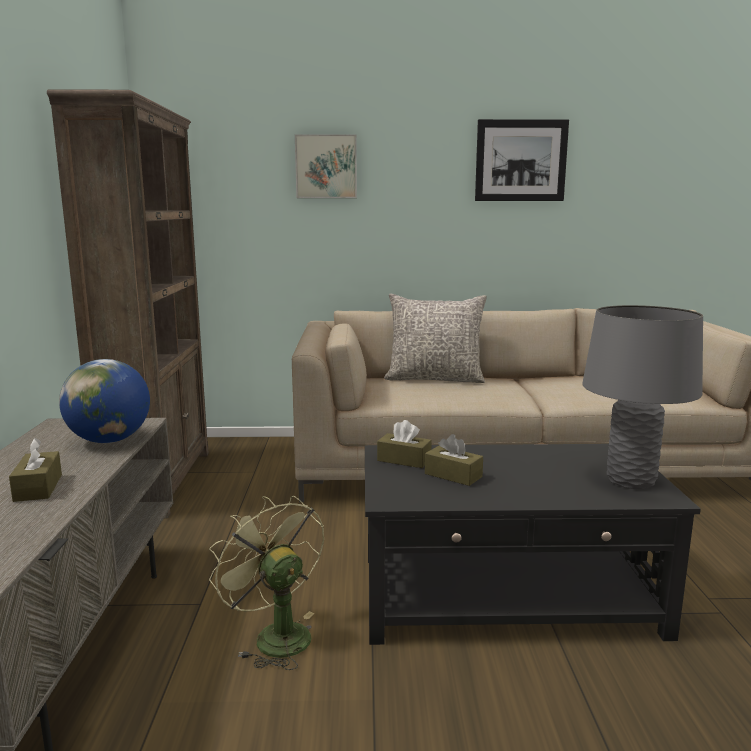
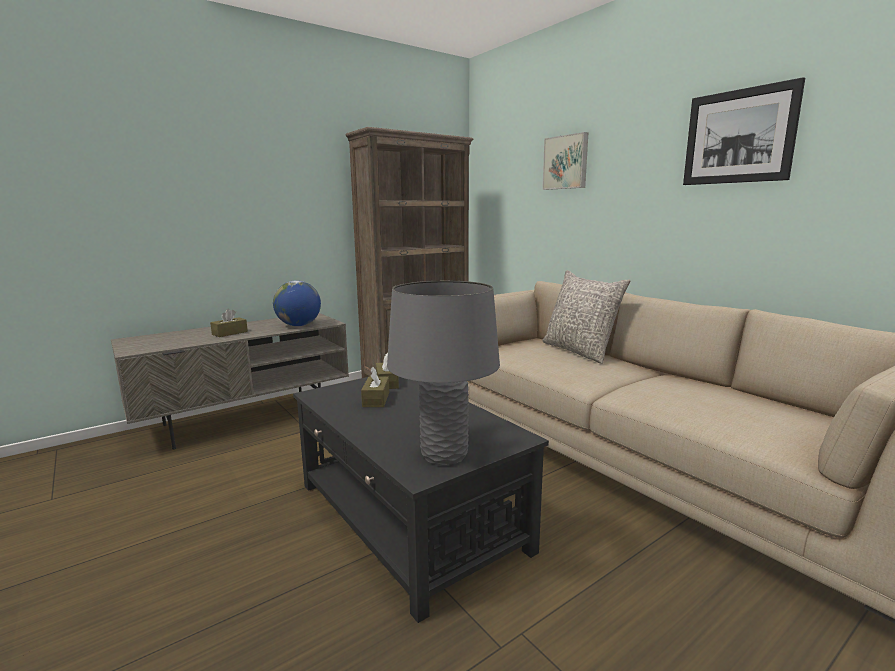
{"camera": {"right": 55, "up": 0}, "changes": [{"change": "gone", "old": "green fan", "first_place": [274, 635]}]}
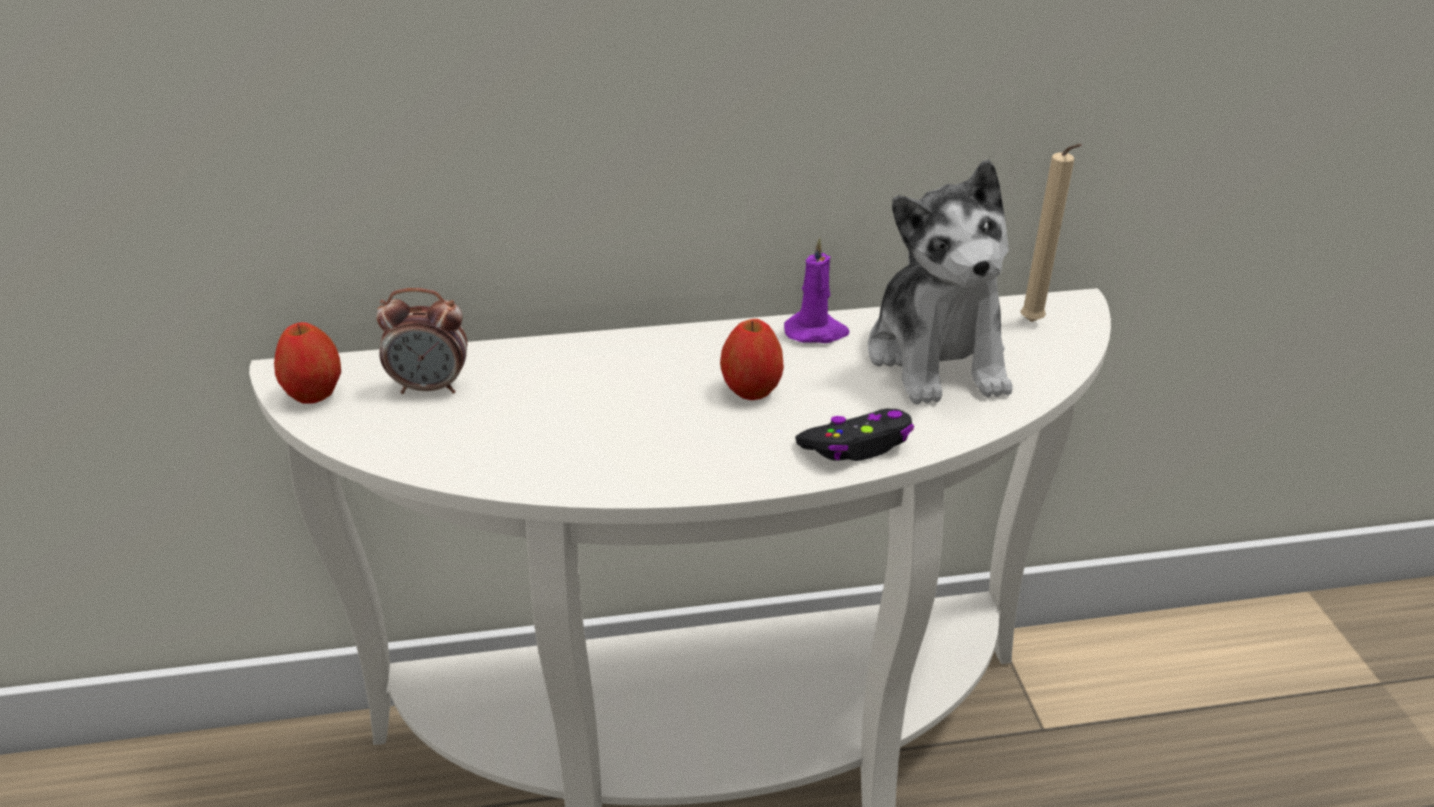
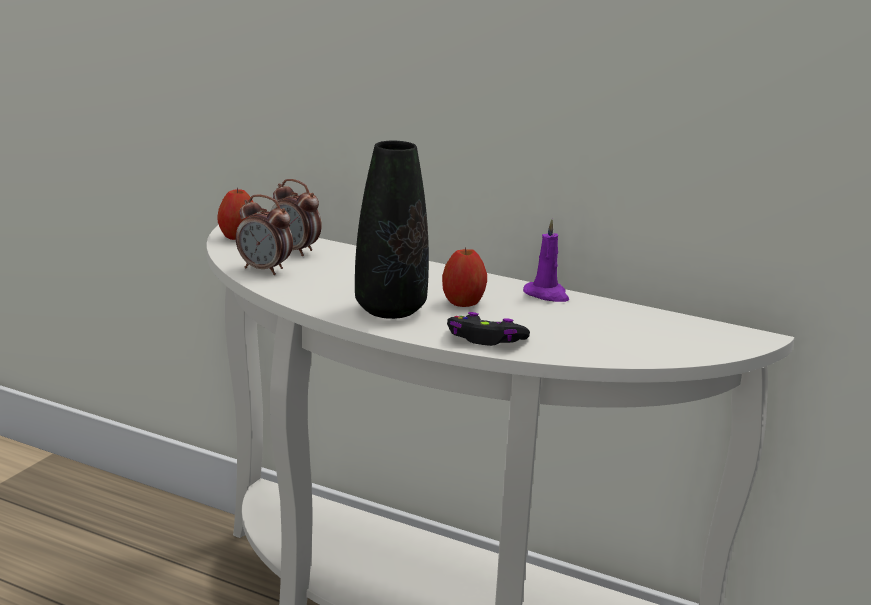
{"camera": {"right": 35, "up": -15}, "changes": [{"change": "gone", "old": "beige candle", "first_place": [1033, 324]}, {"change": "gone", "old": "plush toy", "first_place": [938, 357]}, {"change": "new", "new": "black vase", "second_place": [390, 309]}, {"change": "new", "new": "alarm clock", "second_place": [265, 270]}]}
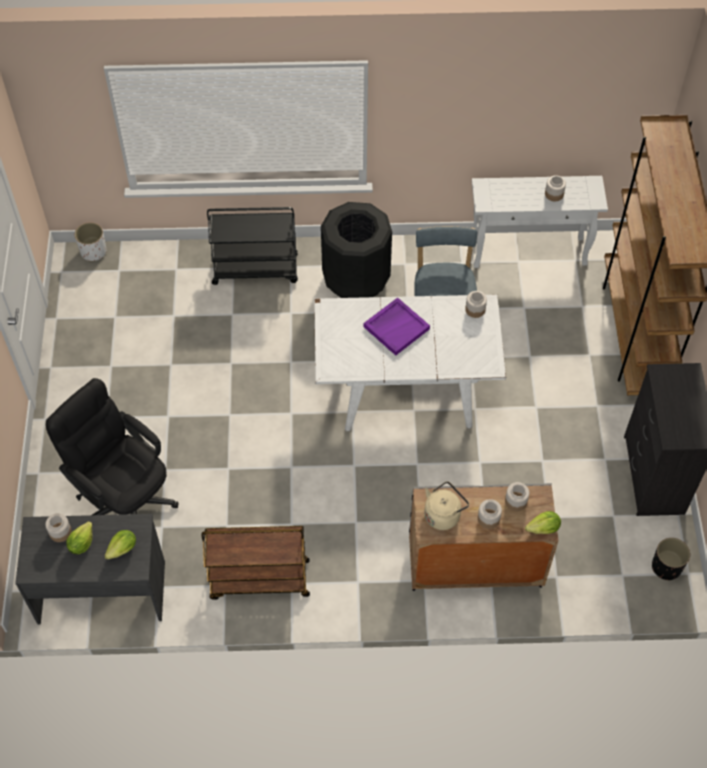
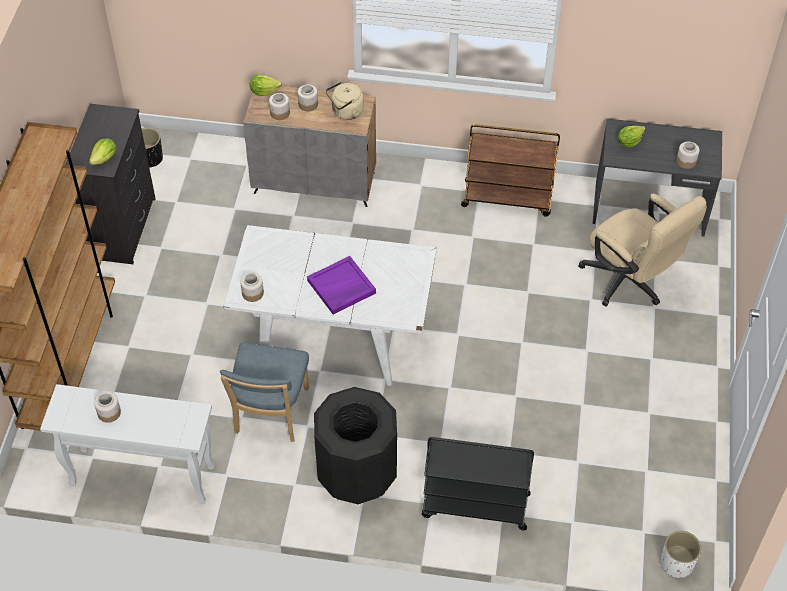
{"camera": {"right": -170, "up": -5}, "changes": [{"change": "repainted", "old": "black office chair", "new": "beige office chair", "first_place": [124, 495], "second_place": [630, 282]}, {"change": "shifted", "old": "lettuce", "first_place": [81, 543], "second_place": [105, 158]}]}
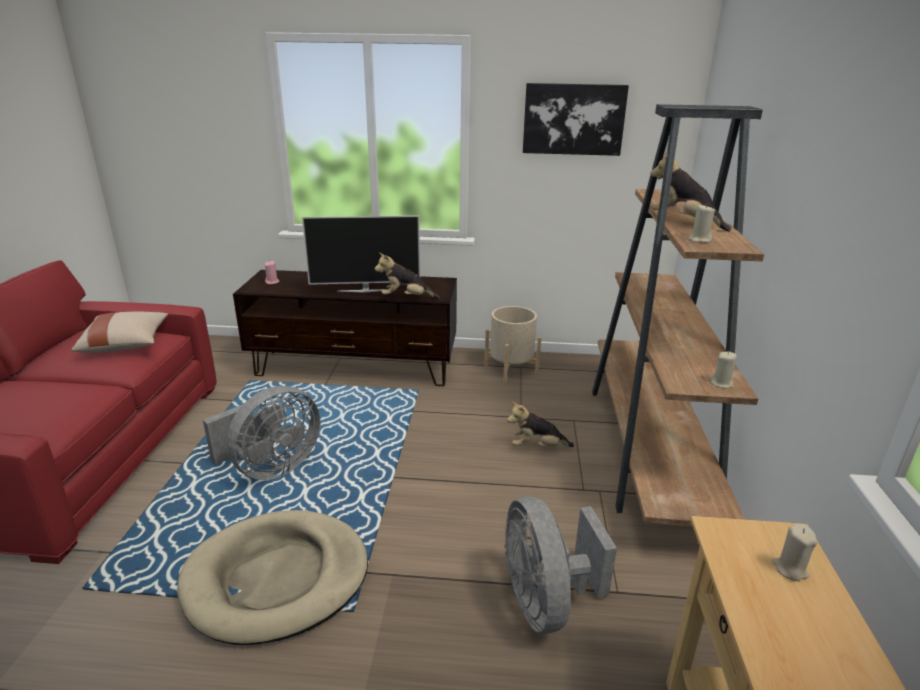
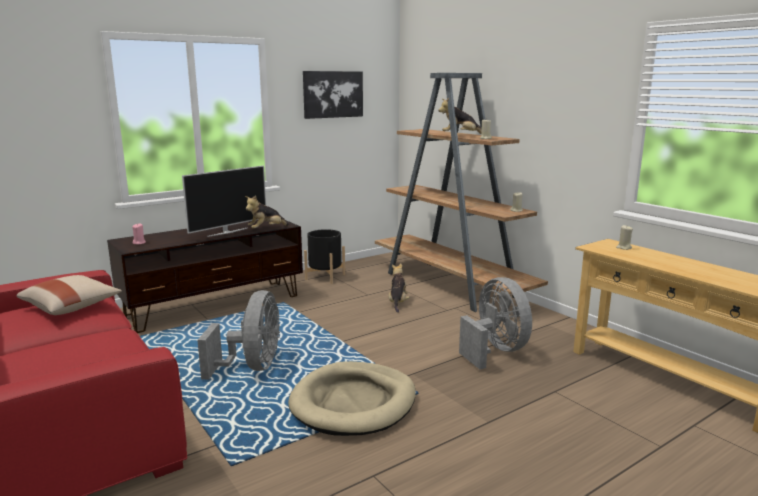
{"camera": {"right": -40, "up": -10}, "changes": [{"change": "repainted", "old": "beige planter", "new": "black planter", "first_place": [511, 369], "second_place": [325, 277]}, {"change": "rotated", "old": "plush toy", "first_place": [537, 446], "second_place": [397, 303], "degrees": 135}, {"change": "rotated", "old": "grey fan", "first_place": [545, 601], "second_place": [495, 351], "degrees": -150}]}
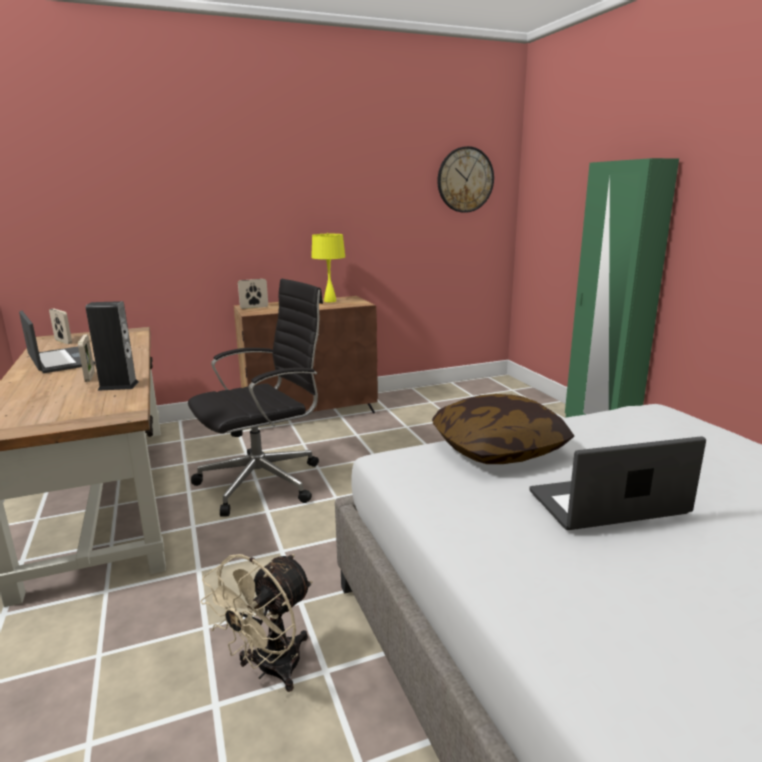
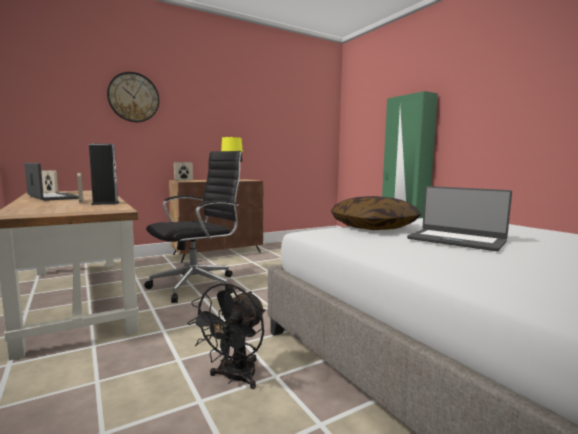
{"camera": {"right": -10, "up": -10}, "changes": [{"change": "shifted", "old": "wall clock", "first_place": [465, 180], "second_place": [133, 97]}, {"change": "rotated", "old": "laptop", "first_place": [608, 504], "second_place": [456, 240], "degrees": -120}, {"change": "repainted", "old": "beige fan", "new": "black fan", "first_place": [269, 670], "second_place": [234, 378]}]}
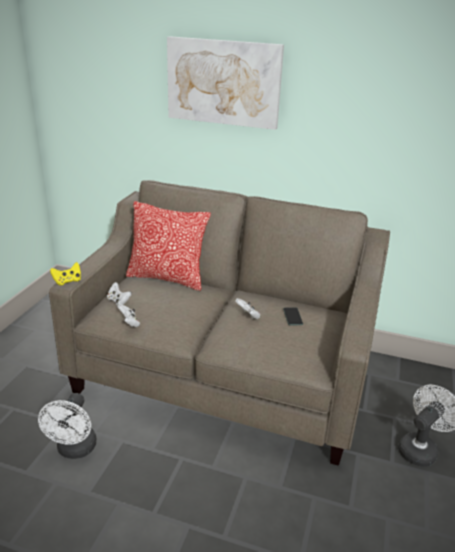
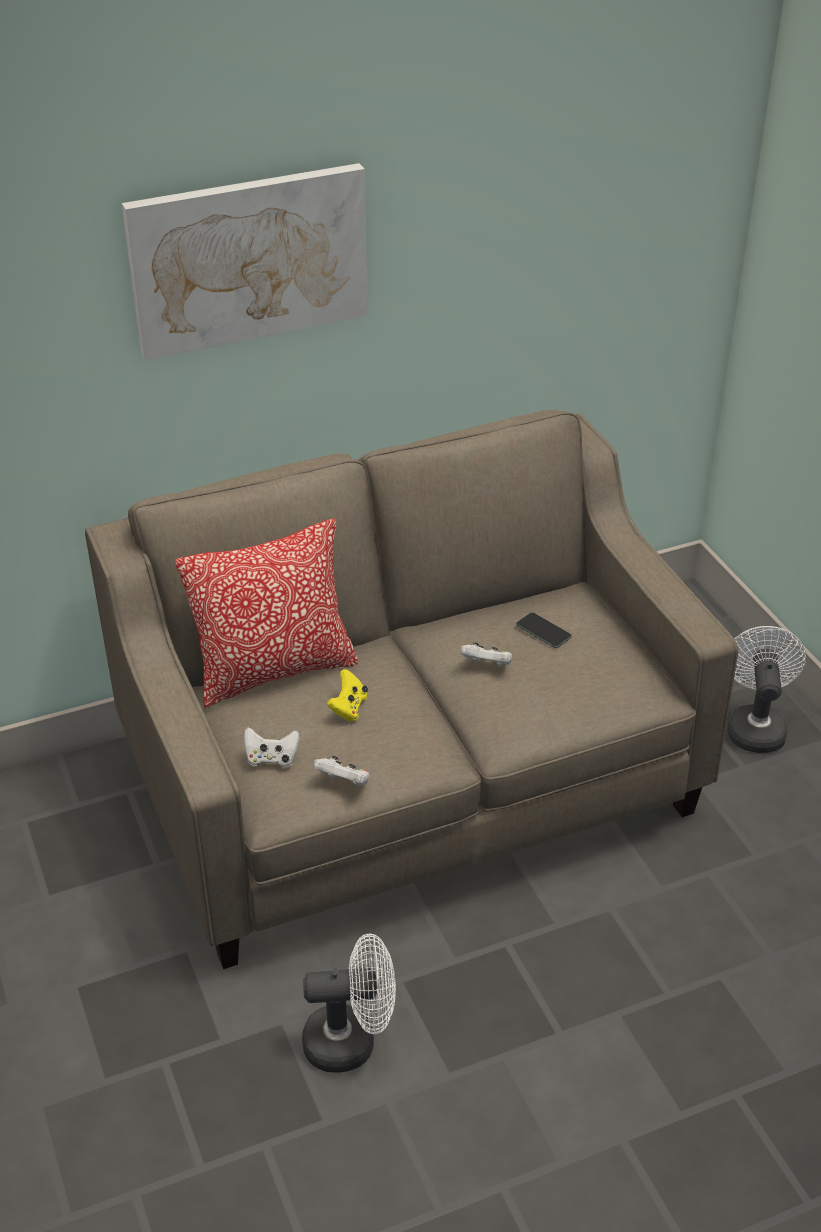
{"camera": {"right": -40, "up": 10}, "changes": [{"change": "shifted", "old": "yellow game controller", "first_place": [67, 281], "second_place": [348, 708]}, {"change": "rotated", "old": "white fan", "first_place": [75, 450], "second_place": [351, 1041], "degrees": -60}]}
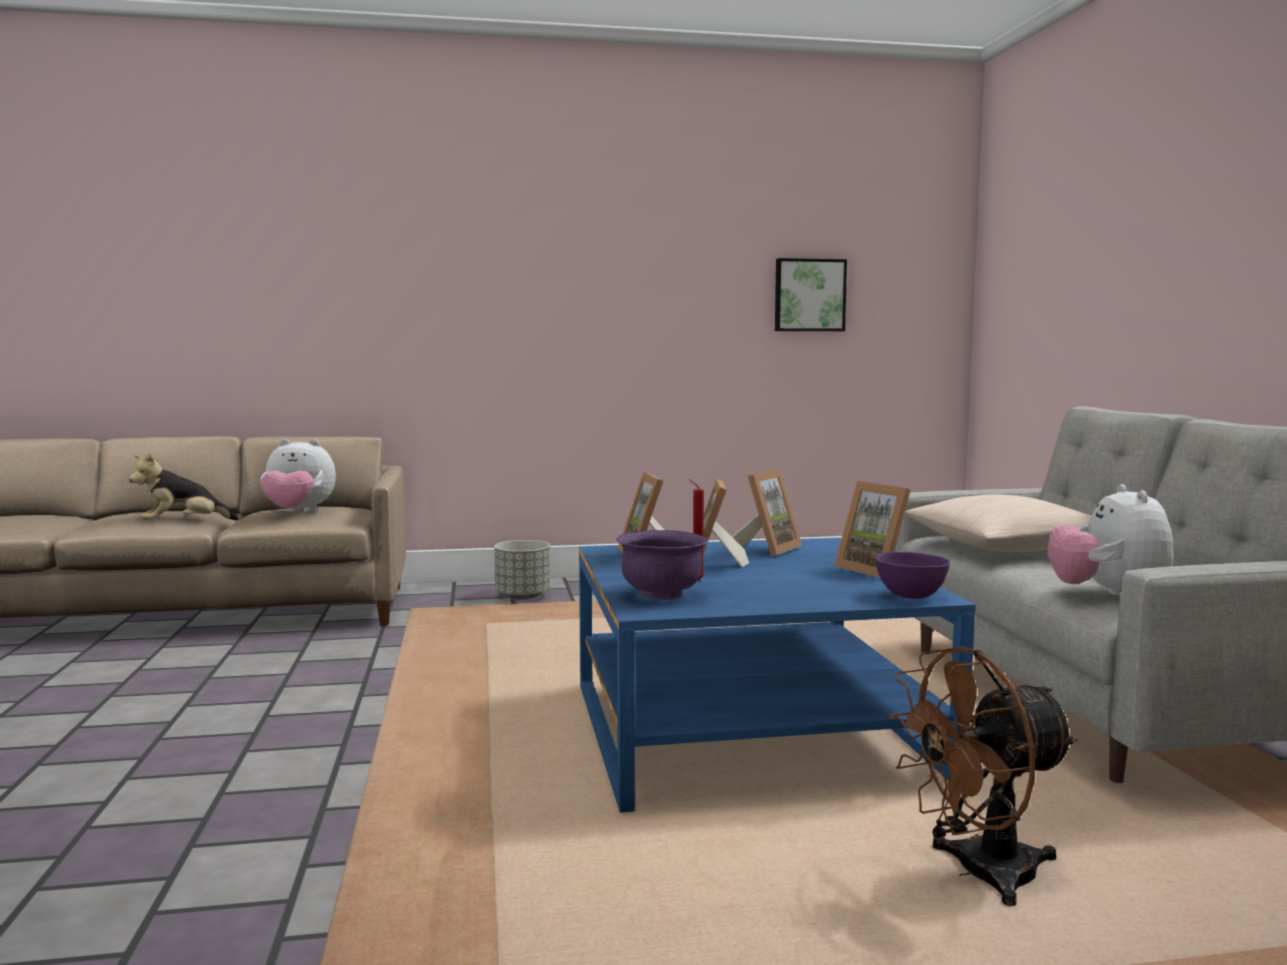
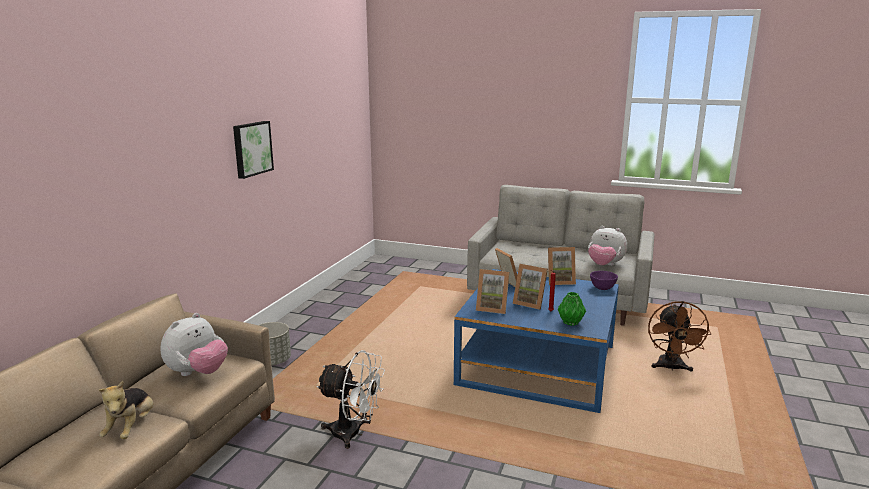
{"camera": {"right": -60, "up": 10}, "changes": [{"change": "shifted", "old": "picture", "first_place": [809, 295], "second_place": [251, 148]}, {"change": "gone", "old": "beige pillow", "first_place": [1008, 548]}, {"change": "swapped", "old": "purple bowl", "new": "green vase", "first_place": [662, 594], "second_place": [570, 323]}, {"change": "new", "new": "white fan", "second_place": [353, 434]}]}
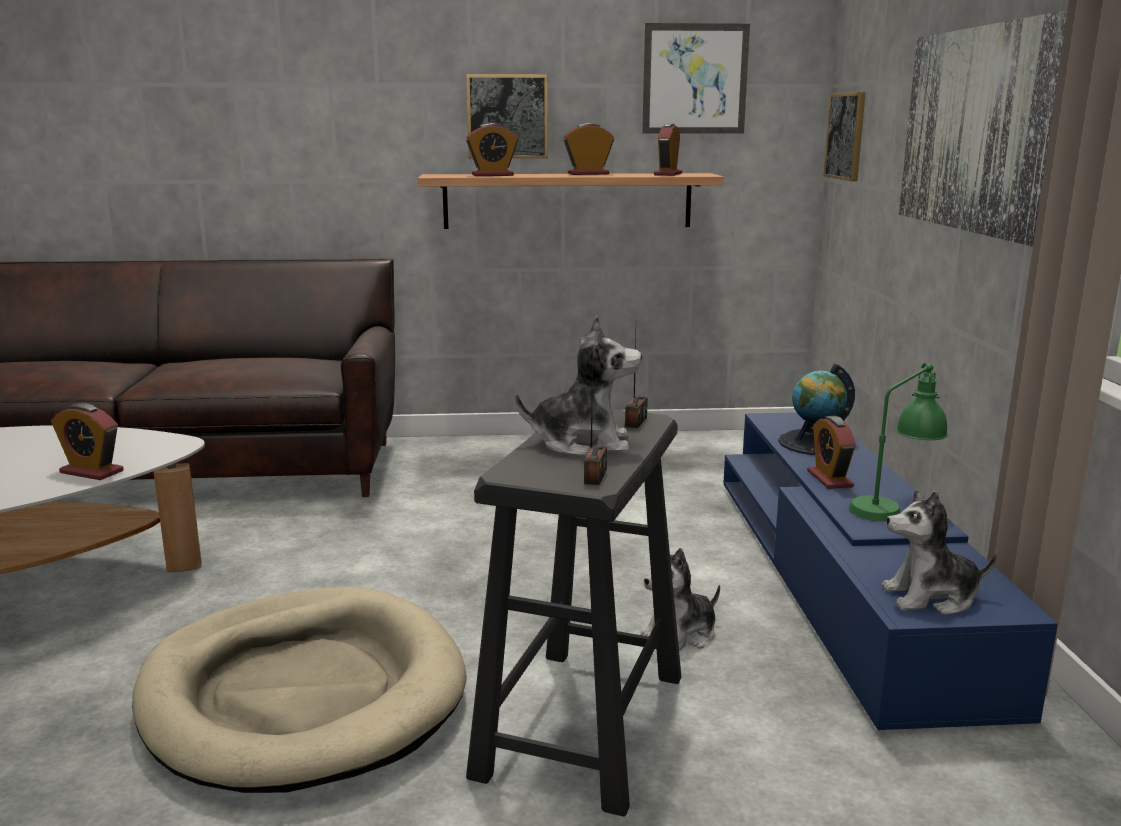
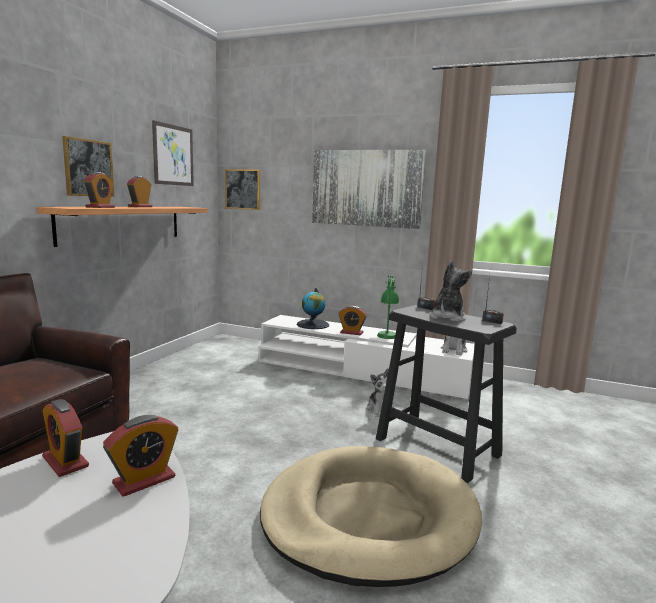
{"camera": {"right": -65, "up": -5}, "changes": [{"change": "shifted", "old": "alarm clock", "first_place": [668, 174], "second_place": [65, 462]}, {"change": "repainted", "old": "blue tv stand", "new": "white tv stand", "first_place": [841, 578], "second_place": [361, 371]}]}
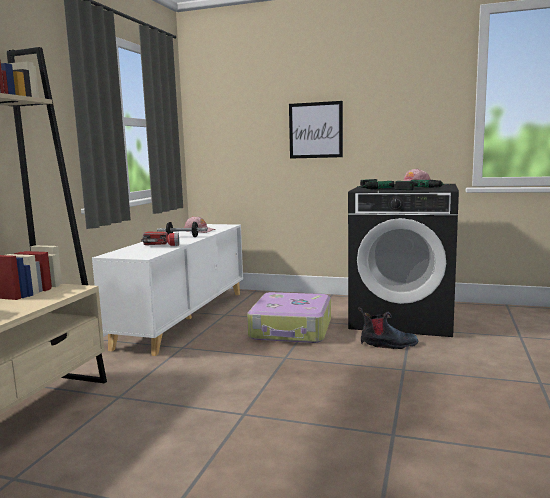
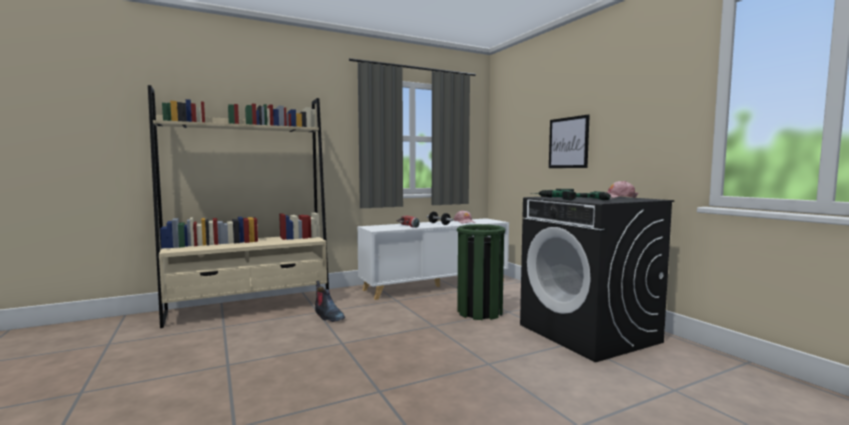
{"camera": {"right": 45, "up": -5}, "changes": [{"change": "swapped", "old": "suitcase", "new": "green trash can", "first_place": [291, 329], "second_place": [480, 312]}, {"change": "shifted", "old": "boot", "first_place": [388, 344], "second_place": [328, 316]}]}
